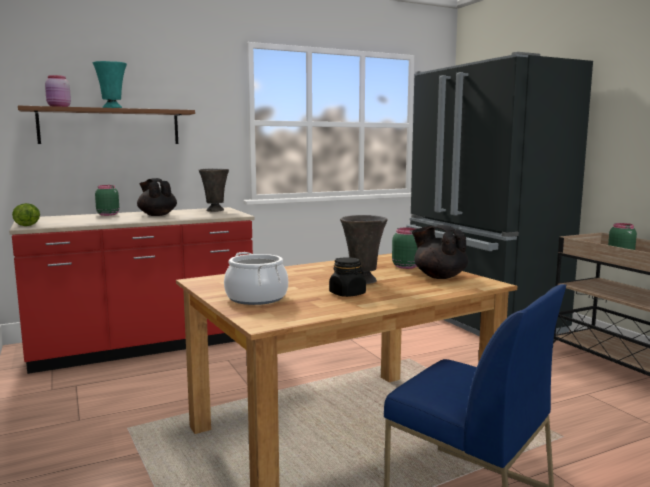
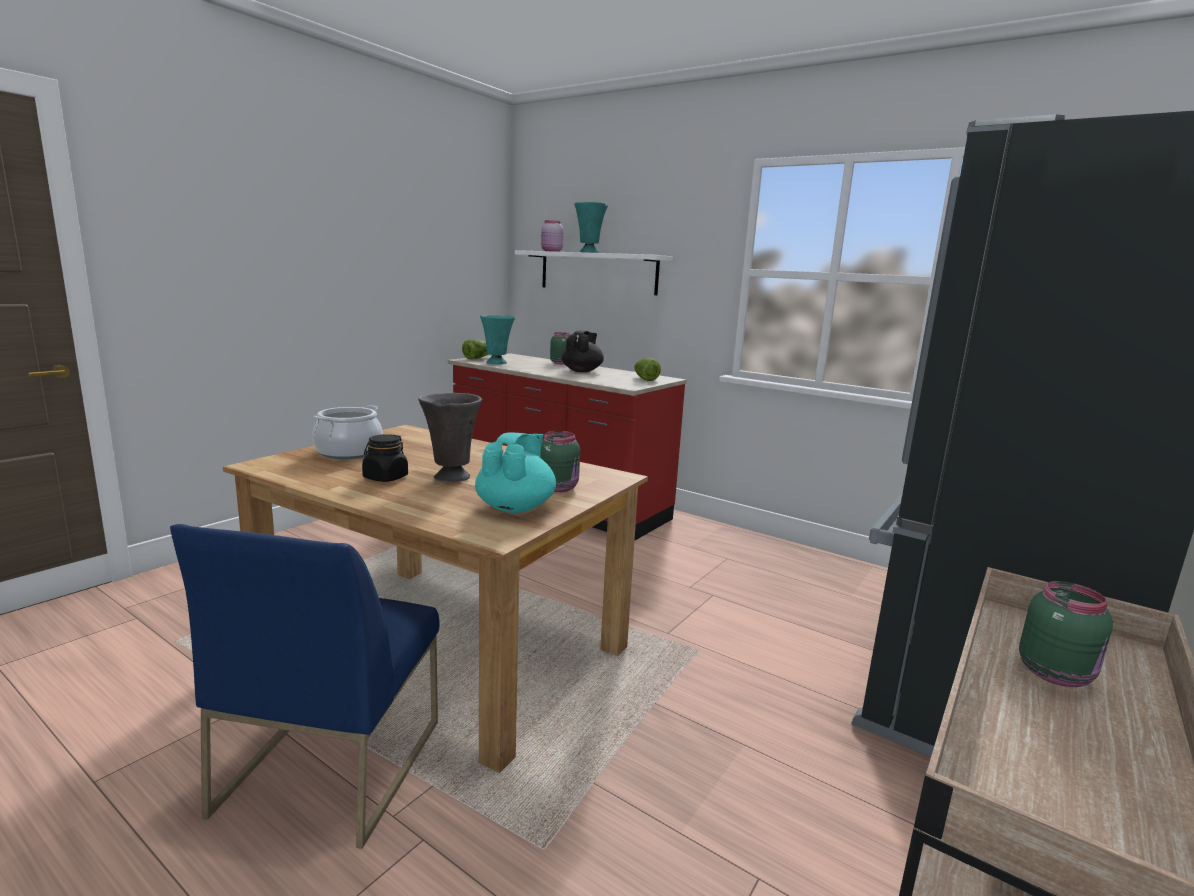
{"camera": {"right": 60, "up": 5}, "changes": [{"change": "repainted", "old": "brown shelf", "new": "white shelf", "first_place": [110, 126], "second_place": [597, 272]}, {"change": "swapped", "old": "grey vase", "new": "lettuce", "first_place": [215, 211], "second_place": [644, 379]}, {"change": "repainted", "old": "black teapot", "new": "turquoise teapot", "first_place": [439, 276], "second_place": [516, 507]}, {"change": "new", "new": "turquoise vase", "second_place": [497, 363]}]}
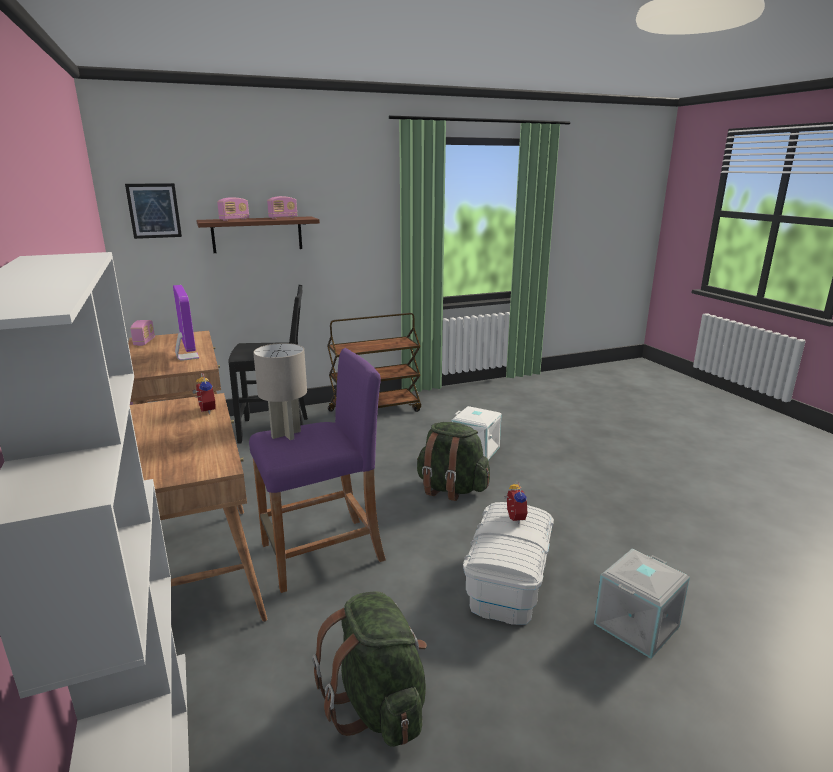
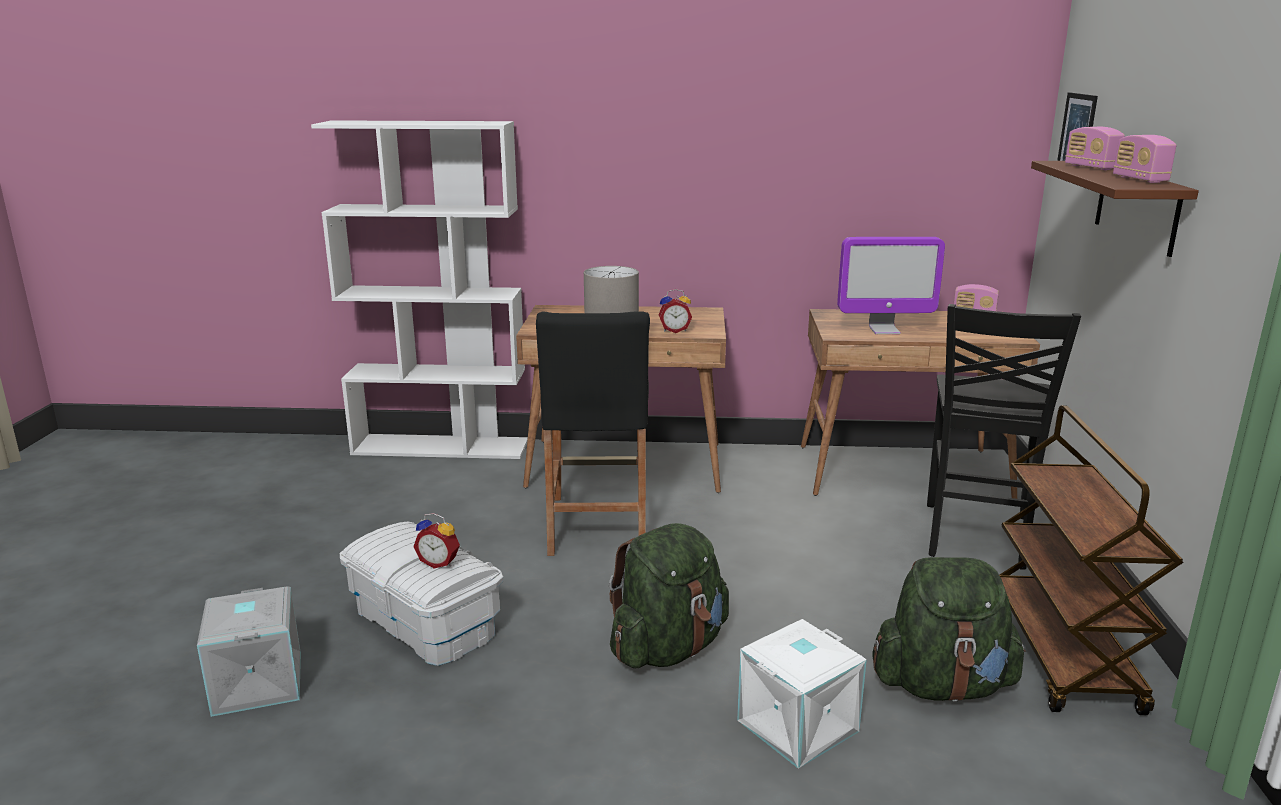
{"camera": {"right": 115, "up": 0}, "changes": [{"change": "repainted", "old": "purple stool", "new": "black stool", "first_place": [322, 553], "second_place": [597, 525]}, {"change": "shifted", "old": "green backpack", "first_place": [378, 705], "second_place": [942, 685]}]}
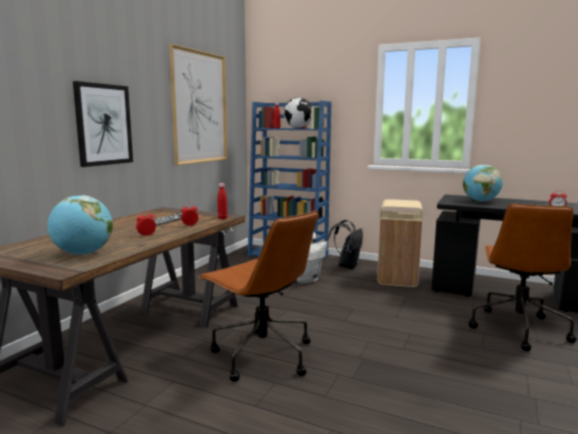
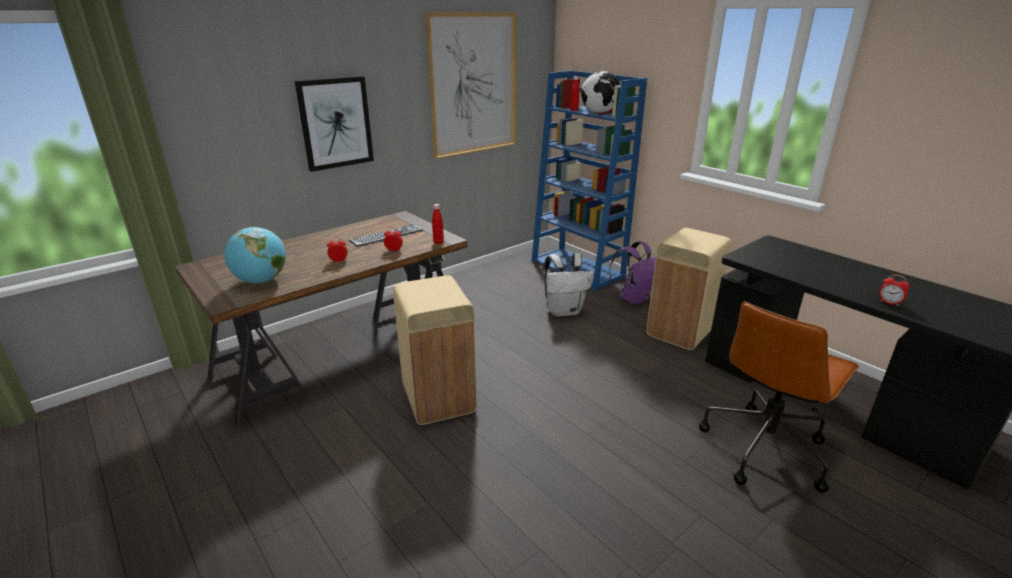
{"camera": {"right": 25, "up": 15}, "changes": [{"change": "gone", "old": "globe", "first_place": [480, 201]}, {"change": "swapped", "old": "brown office chair", "new": "beige trash can", "first_place": [261, 355], "second_place": [438, 400]}, {"change": "repainted", "old": "black backpack", "new": "purple backpack", "first_place": [347, 266], "second_place": [634, 299]}]}
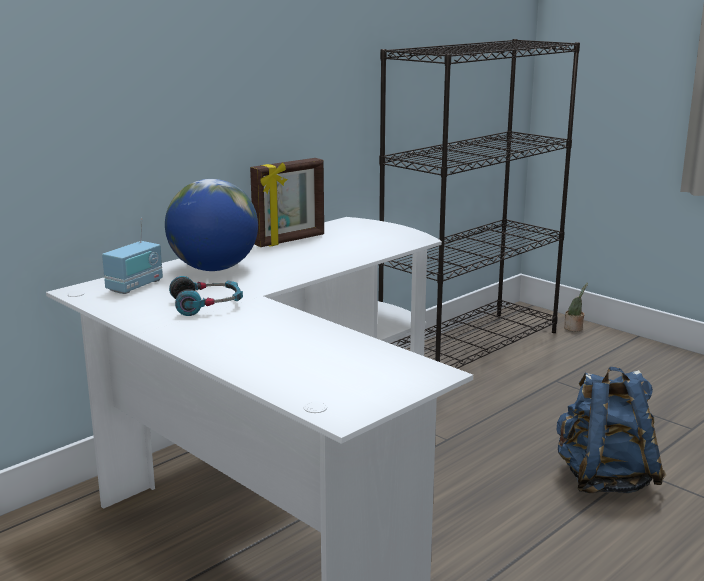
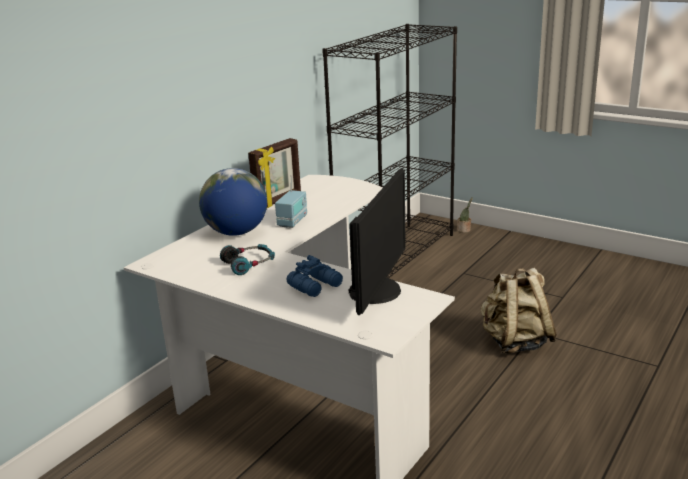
{"camera": {"right": -10, "up": 5}, "changes": [{"change": "shifted", "old": "radio", "first_place": [135, 286], "second_place": [293, 221]}, {"change": "repainted", "old": "blue backpack", "new": "beige backpack", "first_place": [604, 480], "second_place": [515, 342]}, {"change": "new", "new": "monitor", "second_place": [377, 291]}, {"change": "new", "new": "blue binoculars", "second_place": [316, 286]}]}
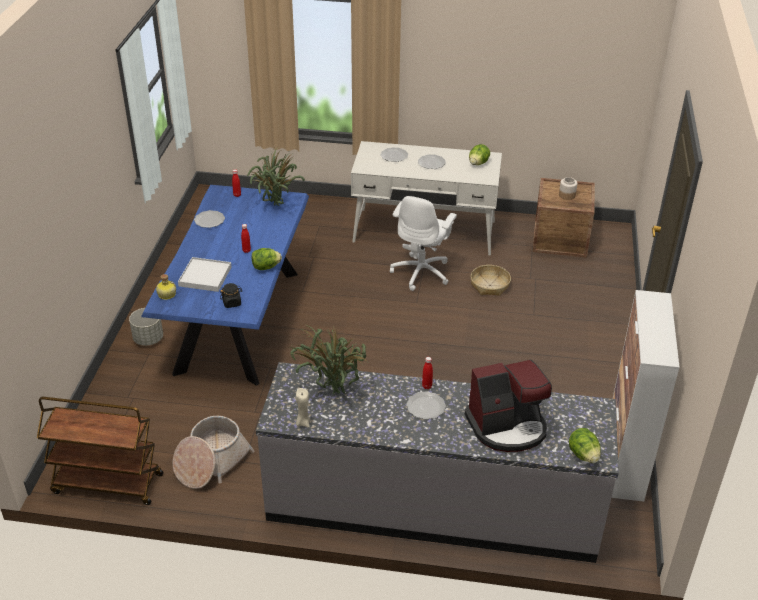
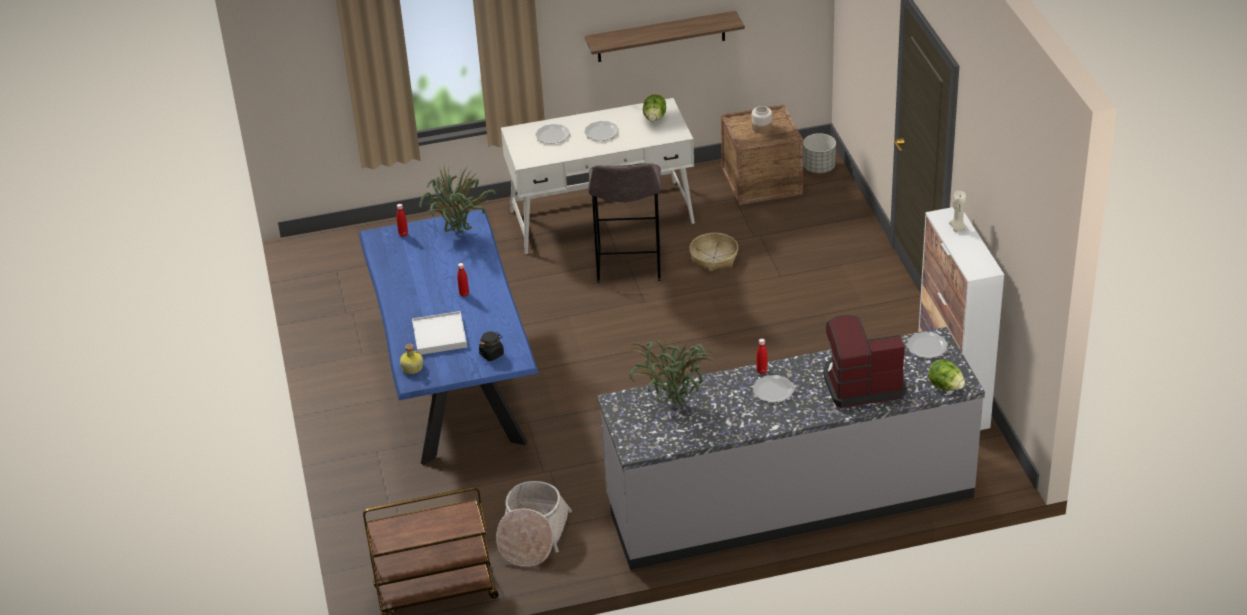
{"camera": {"right": -20, "up": 0}, "changes": [{"change": "swapped", "old": "white office chair", "new": "grey stool", "first_place": [421, 272], "second_place": [628, 266]}, {"change": "shifted", "old": "plate", "first_place": [210, 220], "second_place": [927, 346]}, {"change": "gone", "old": "lettuce", "first_place": [266, 267]}, {"change": "shifted", "old": "grey planter", "first_place": [148, 339], "second_place": [818, 168]}, {"change": "rotated", "old": "coffee machine", "first_place": [507, 426], "second_place": [861, 383], "degrees": -150}, {"change": "shifted", "old": "beige candle", "first_place": [303, 422], "second_place": [957, 228]}, {"change": "new", "new": "shelf", "second_place": [661, 36]}]}
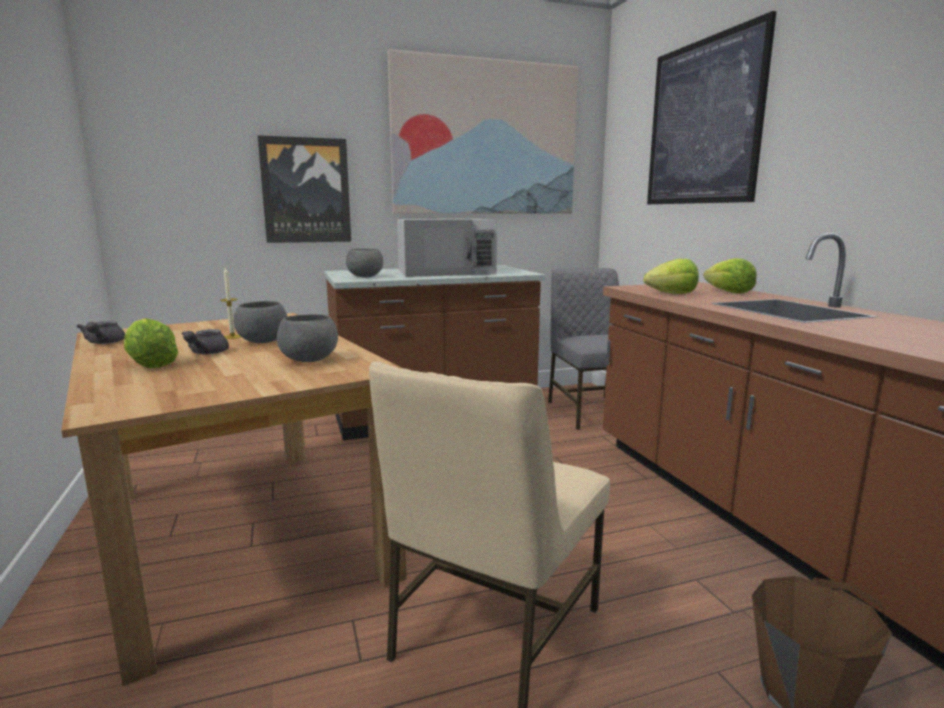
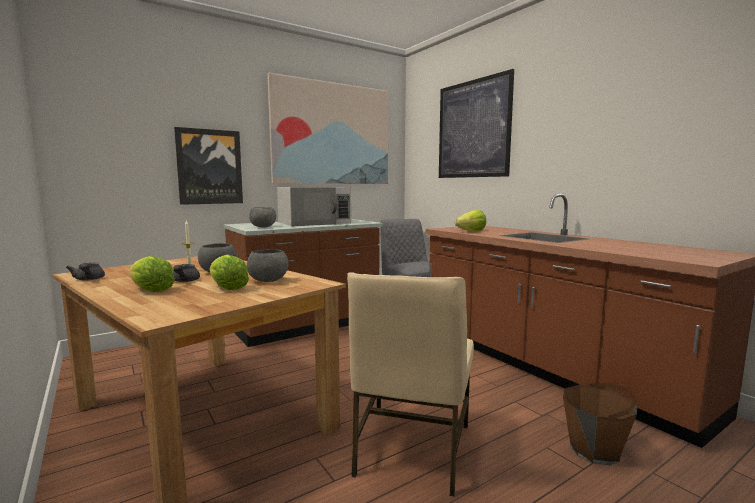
{"camera": {"right": -15, "up": -5}, "changes": [{"change": "shifted", "old": "lettuce", "first_place": [728, 292], "second_place": [227, 288]}]}
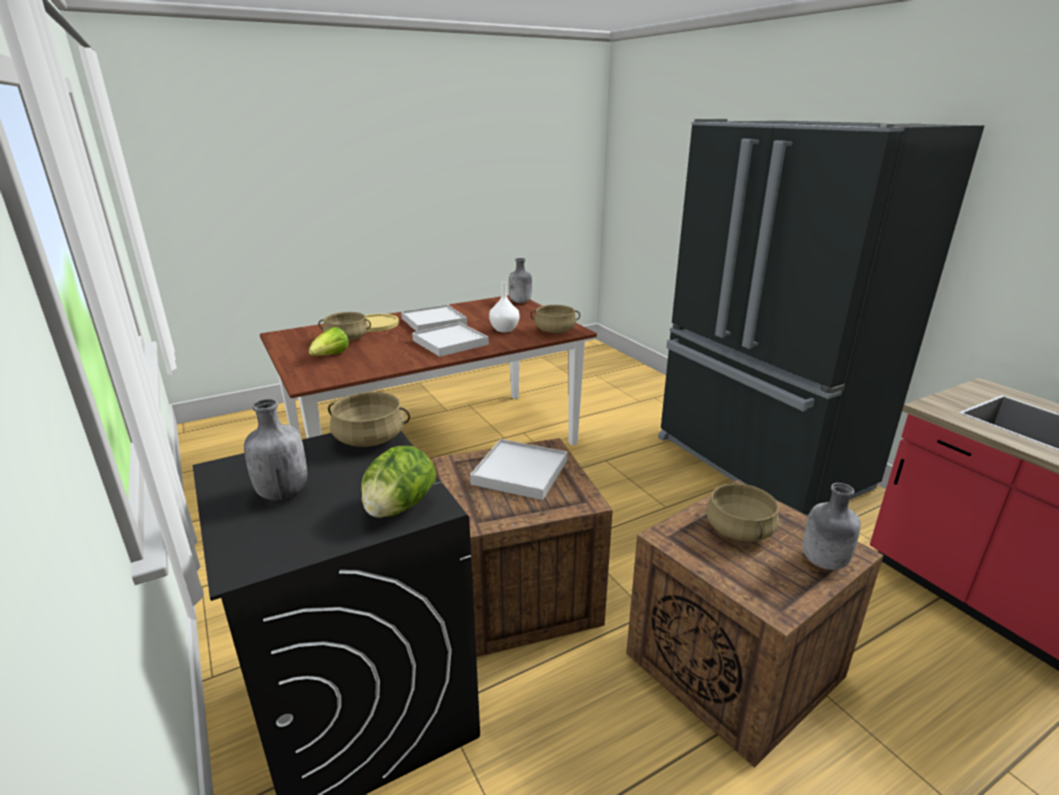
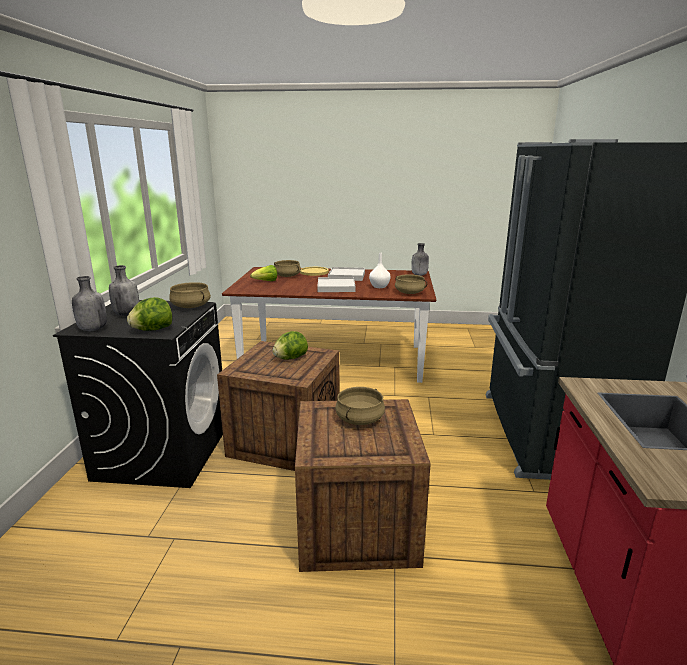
{"camera": {"right": 35, "up": -5}, "changes": [{"change": "swapped", "old": "white tray", "new": "lettuce", "first_place": [520, 472], "second_place": [290, 358]}, {"change": "shifted", "old": "grey bottle", "first_place": [823, 562], "second_place": [92, 329]}]}
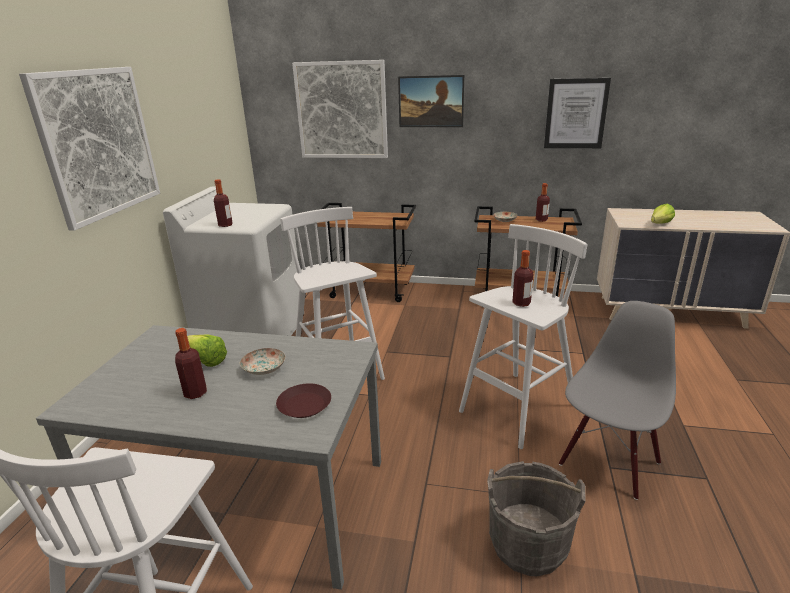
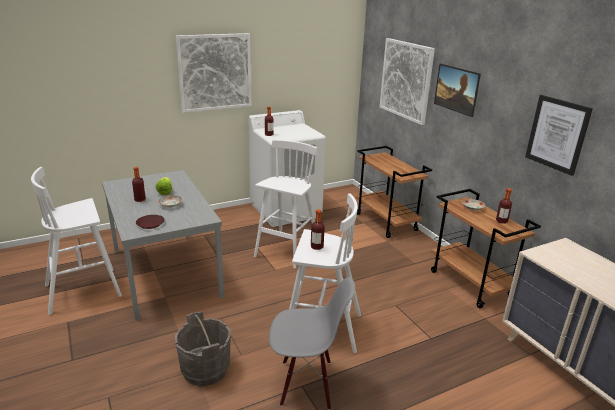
{"camera": {"right": 50, "up": 0}, "changes": [{"change": "gone", "old": "lettuce", "first_place": [657, 225]}]}
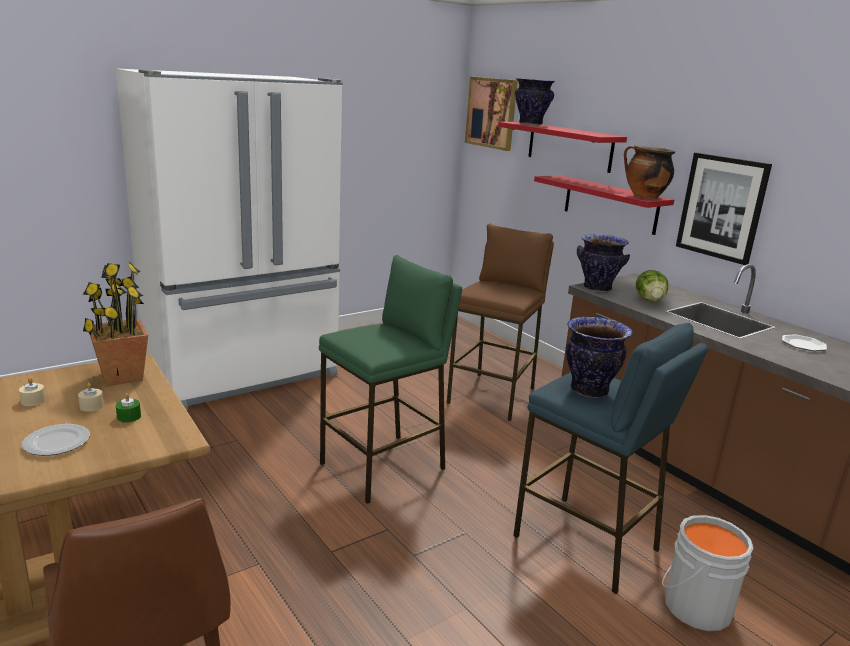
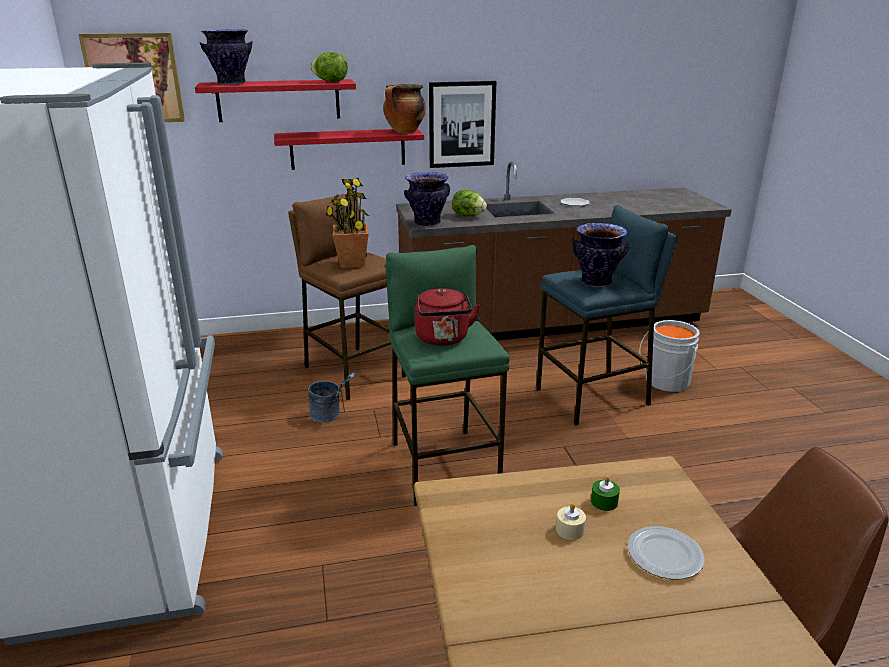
{"camera": {"right": -65, "up": 5}, "changes": [{"change": "shifted", "old": "potted plant", "first_place": [121, 376], "second_place": [352, 263]}, {"change": "gone", "old": "beige candle", "first_place": [33, 401]}, {"change": "new", "new": "lettuce", "second_place": [330, 81]}, {"change": "new", "new": "red kettle", "second_place": [443, 339]}, {"change": "new", "new": "grey bucket", "second_place": [330, 415]}]}
